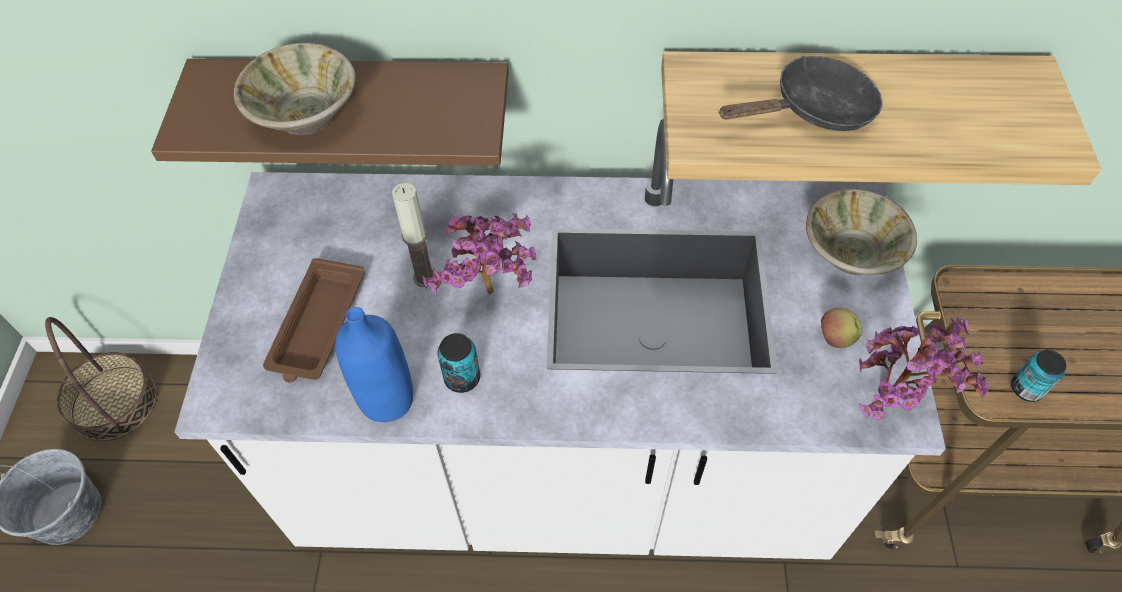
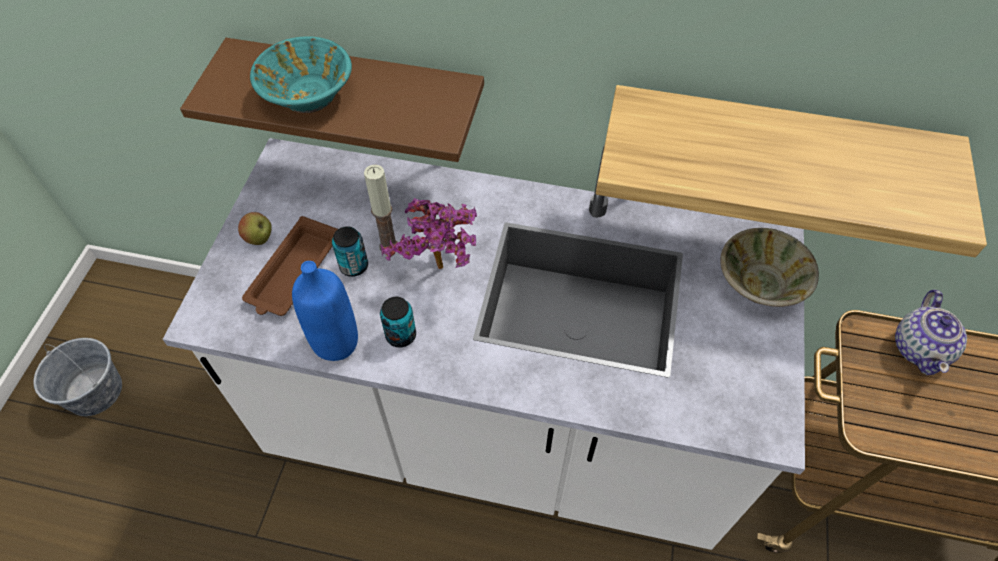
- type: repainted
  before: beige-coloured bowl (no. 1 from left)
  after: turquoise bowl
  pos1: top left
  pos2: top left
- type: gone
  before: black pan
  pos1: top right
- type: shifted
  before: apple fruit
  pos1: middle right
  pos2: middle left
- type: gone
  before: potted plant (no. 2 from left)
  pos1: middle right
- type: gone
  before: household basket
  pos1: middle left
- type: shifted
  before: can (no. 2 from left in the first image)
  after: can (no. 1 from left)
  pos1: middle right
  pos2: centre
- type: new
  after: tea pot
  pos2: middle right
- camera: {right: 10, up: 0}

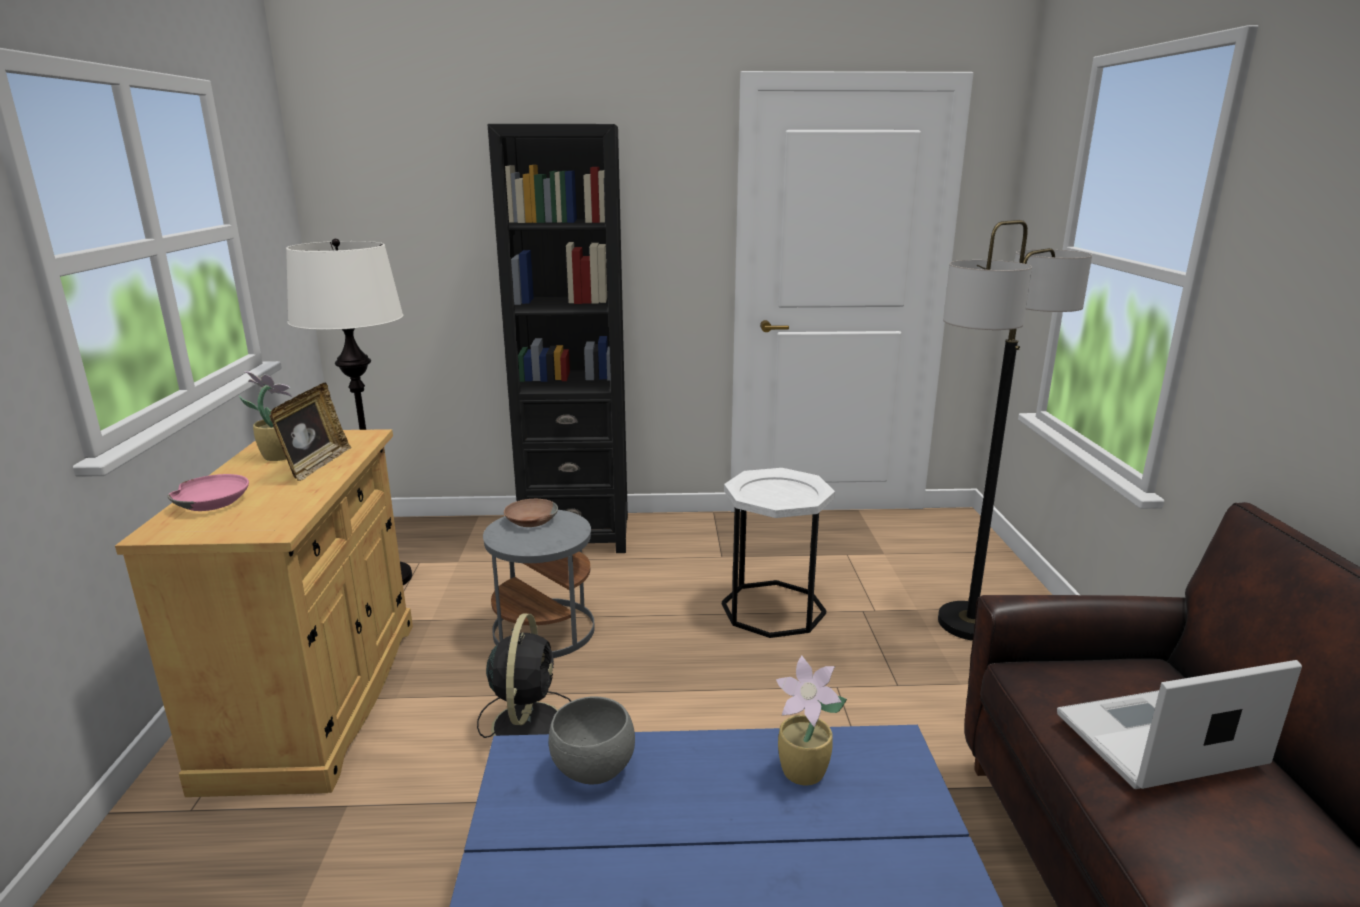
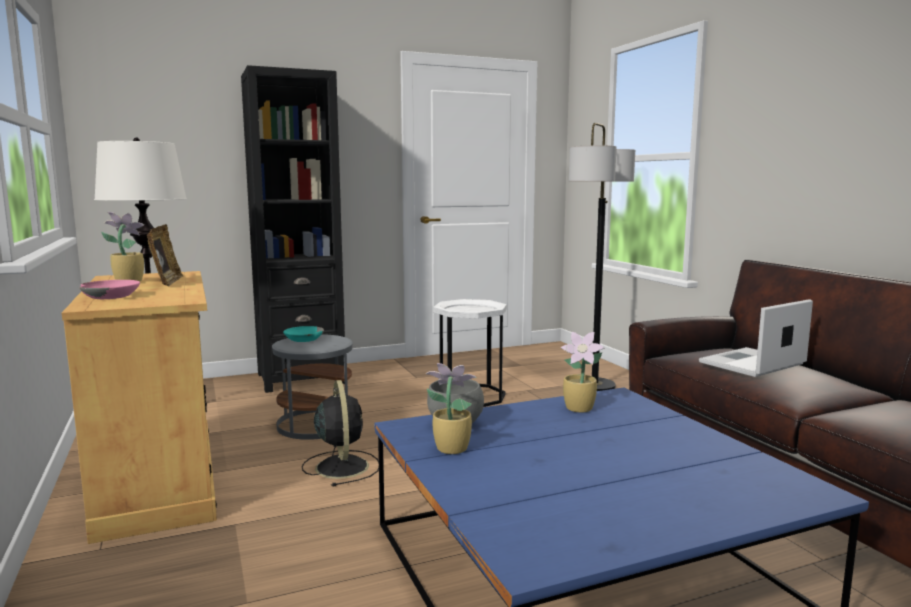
- type: repainted
  before: brownish bowl
  after: turquoise bowl
  pos1: centre
  pos2: middle left
- type: new
  after: potted plant (no. 2 from left)
  pos2: bottom centre
- camera: {right: -20, up: -10}

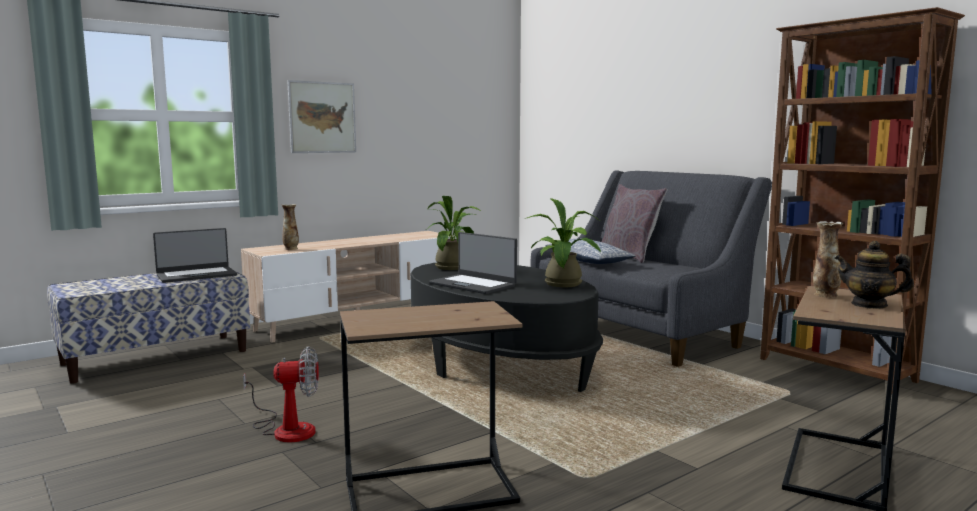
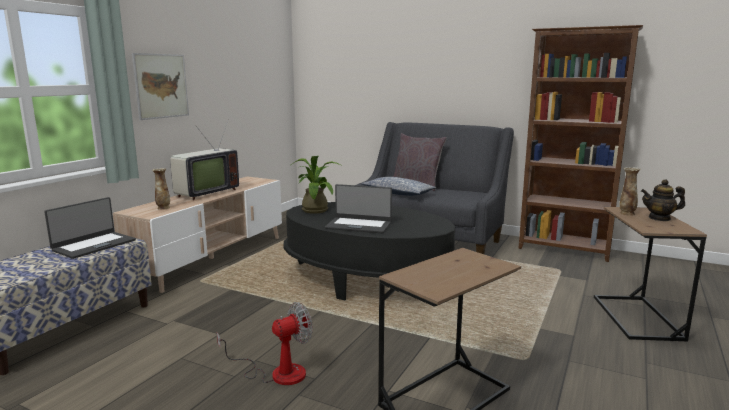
- type: gone
  before: potted plant (no. 2 from left)
  pos1: centre
- type: new
  after: TV
  pos2: middle left
- camera: {right: -25, up: 5}

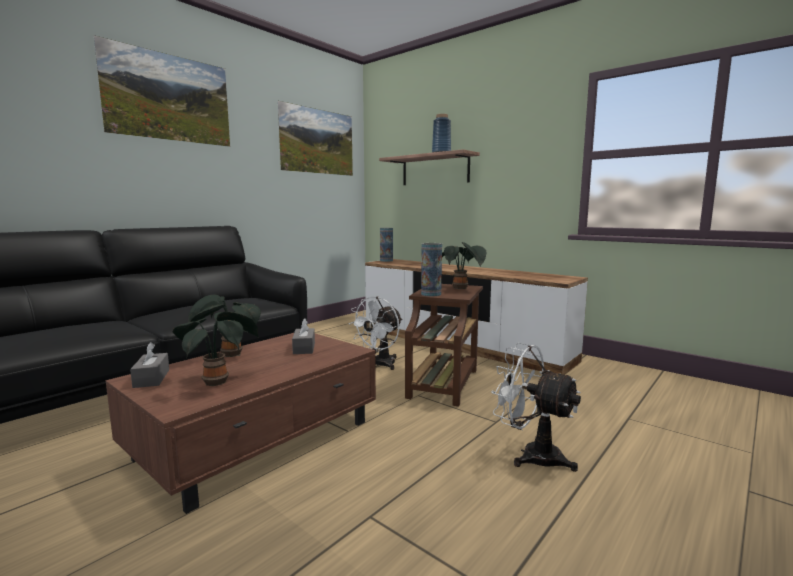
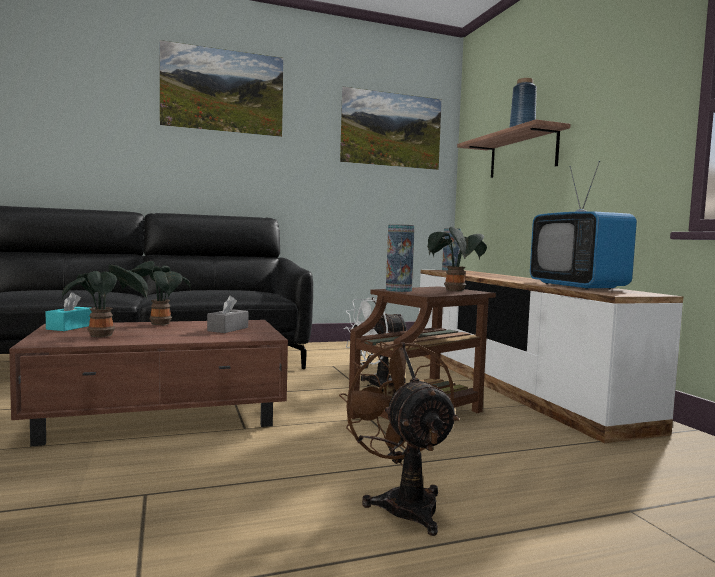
- type: repainted
  before: grey box of tissues (no. 1 from left)
  after: turquoise box of tissues
  pos1: middle left
  pos2: middle left
- type: repainted
  before: white-coloured fan (no. 2 from left)
  after: brownish fan
  pos1: bottom right
  pos2: bottom centre
- type: new
  after: TV
  pos2: middle right
- camera: {right: 30, up: -5}

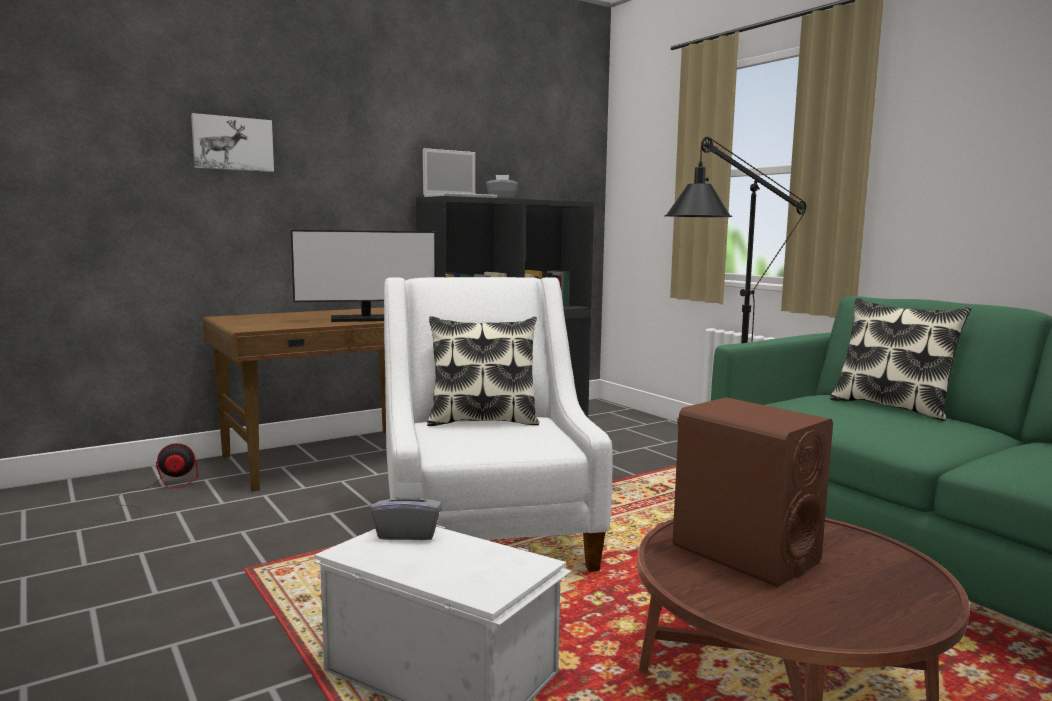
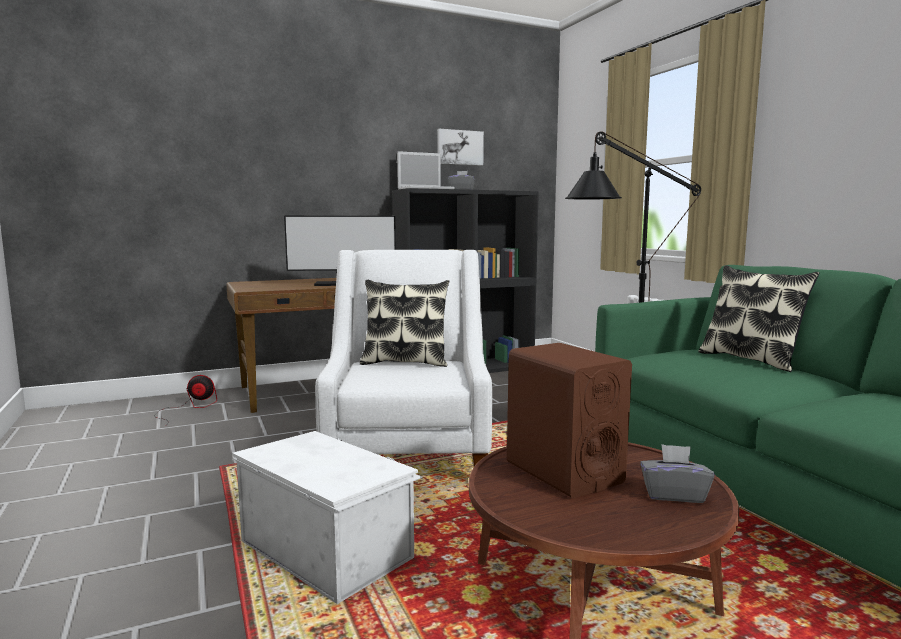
- type: shifted
  before: wall picture
  pos1: top left
  pos2: top centre
- type: shifted
  before: grey box of tissues (no. 1 from left in the first image)
  after: grey box of tissues (no. 2 from left)
  pos1: bottom centre
  pos2: bottom right
- camera: {right: 10, up: 0}

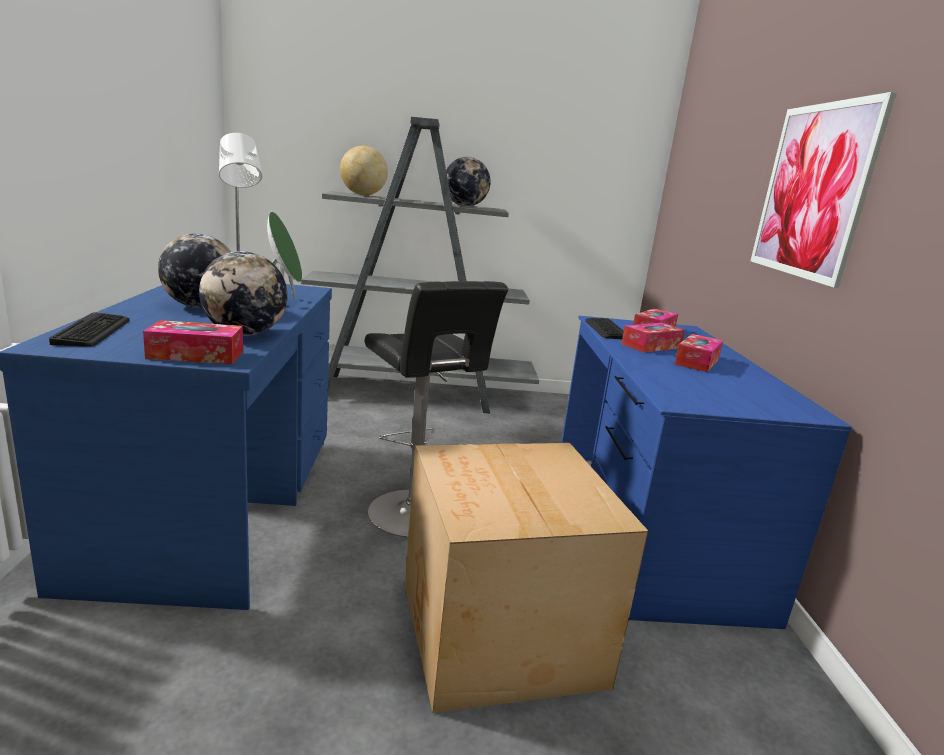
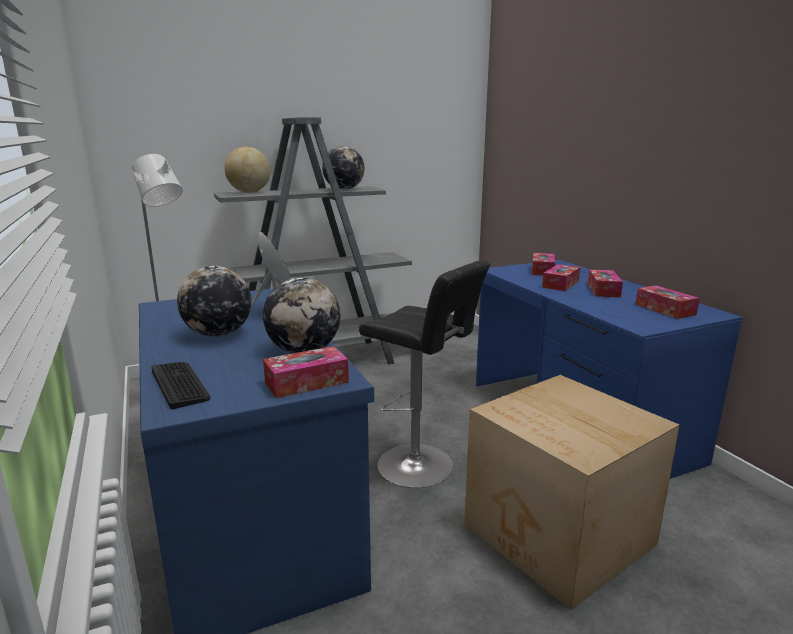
- type: gone
  before: wall picture
  pos1: top right
- type: gone
  before: PC keyboard (no. 2 from left)
  pos1: centre
- type: new
  after: box of tissues (no. 5 from left)
  pos2: middle right
- camera: {right: -20, up: 0}

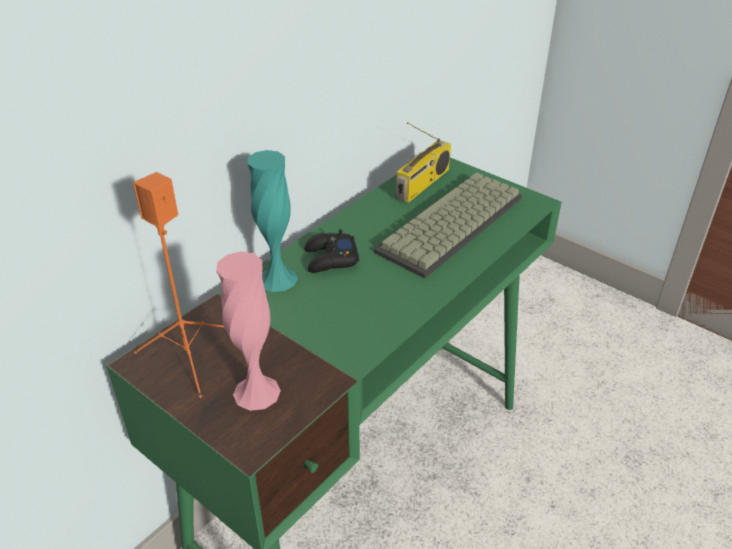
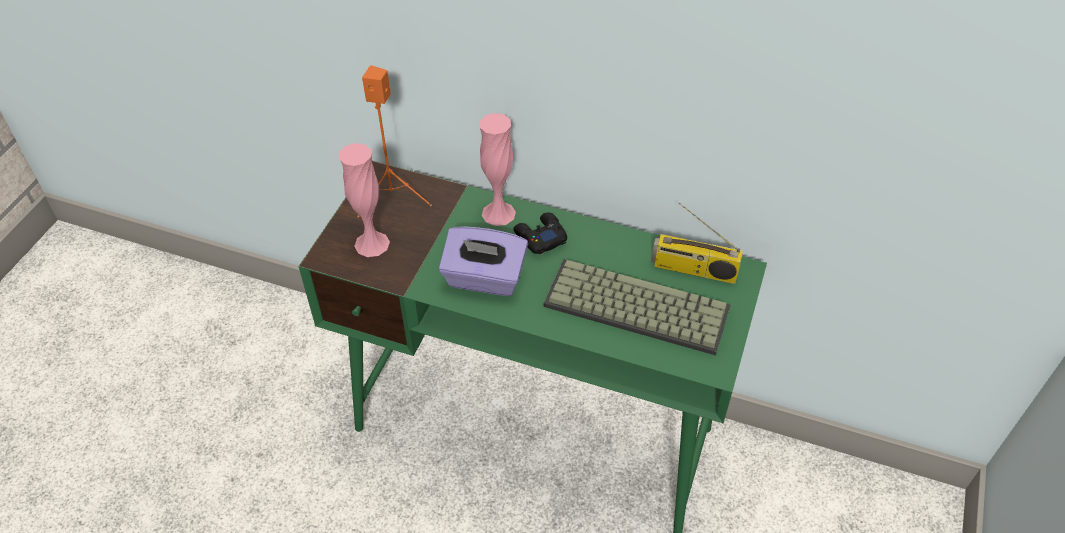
- type: repainted
  before: turquoise decorative vase
  after: pink decorative vase (no. 2 from left)
  pos1: centre
  pos2: top centre
- type: new
  after: purplish box of tissues
  pos2: centre
- camera: {right: 70, up: 10}

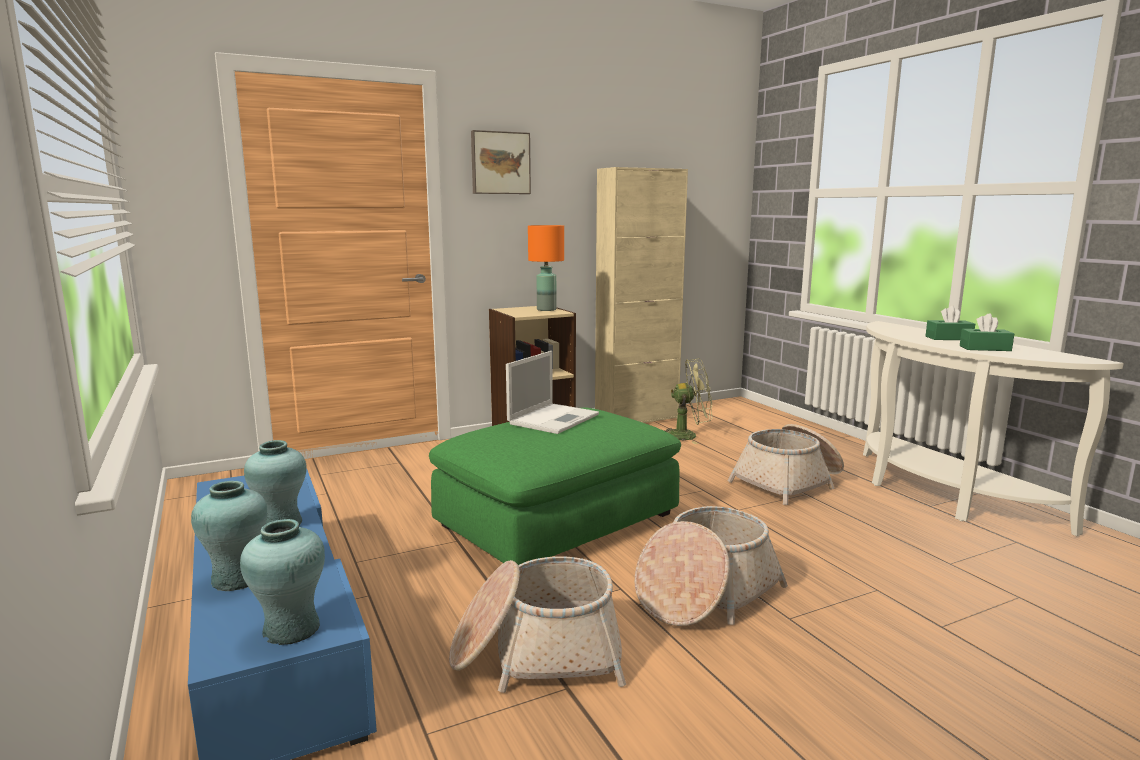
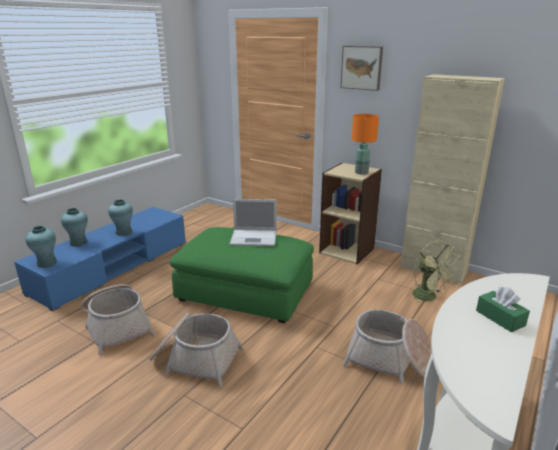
- type: gone
  before: greenish box of tissues (no. 2 from left)
  pos1: middle right
- camera: {right: 60, up: 10}

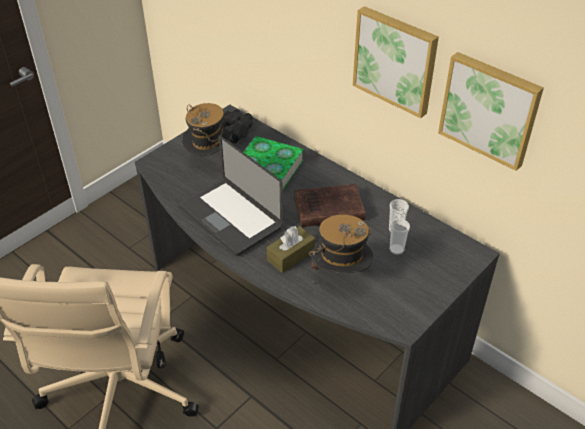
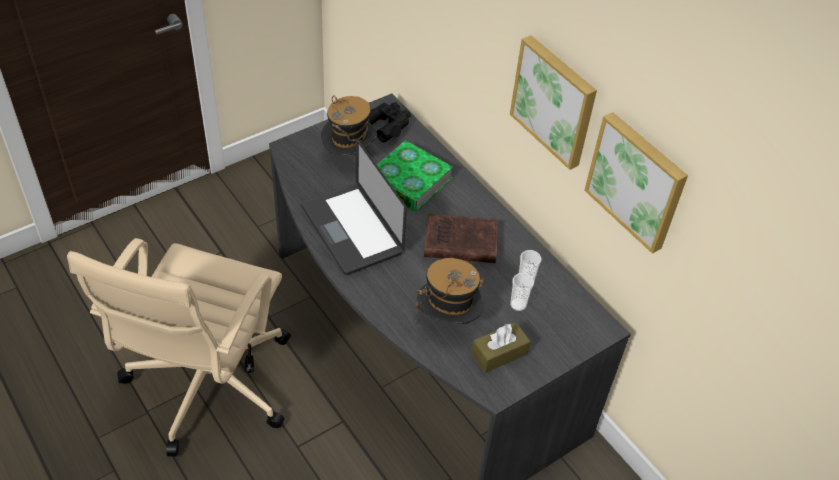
- type: shifted
  before: brownish box of tissues
  pos1: centre
  pos2: bottom centre
- camera: {right: 10, up: 5}

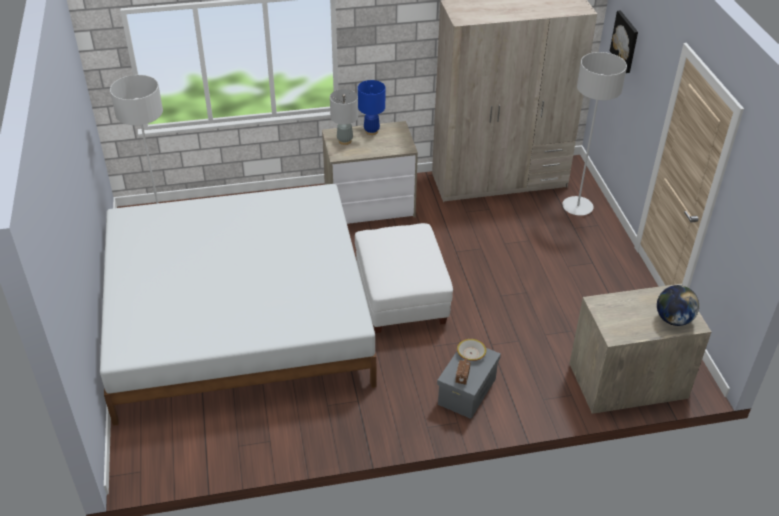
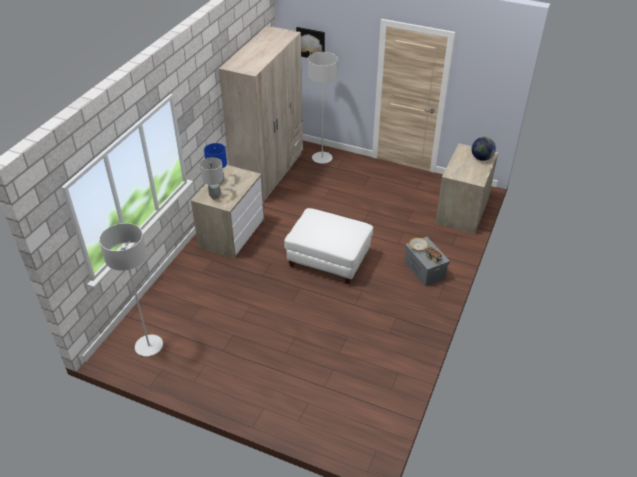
- type: gone
  before: white-coloured sleeping bed
  pos1: middle left
- camera: {right: -55, up: 0}

